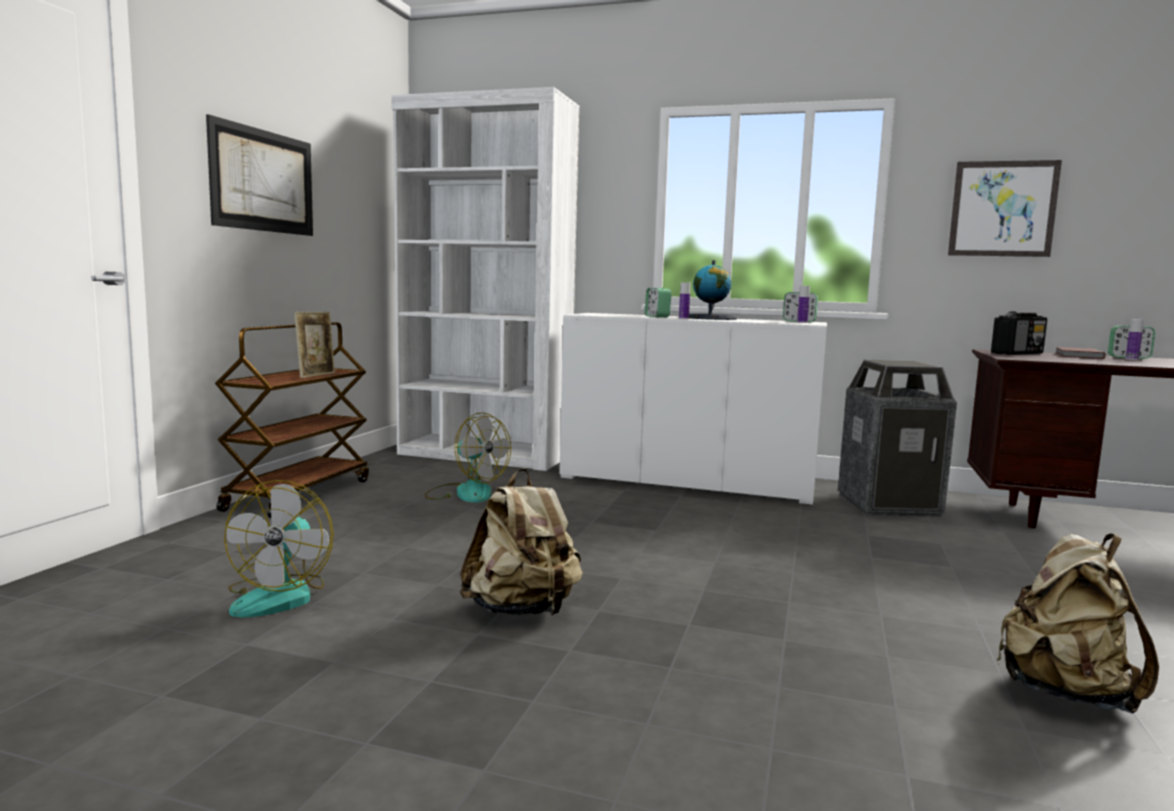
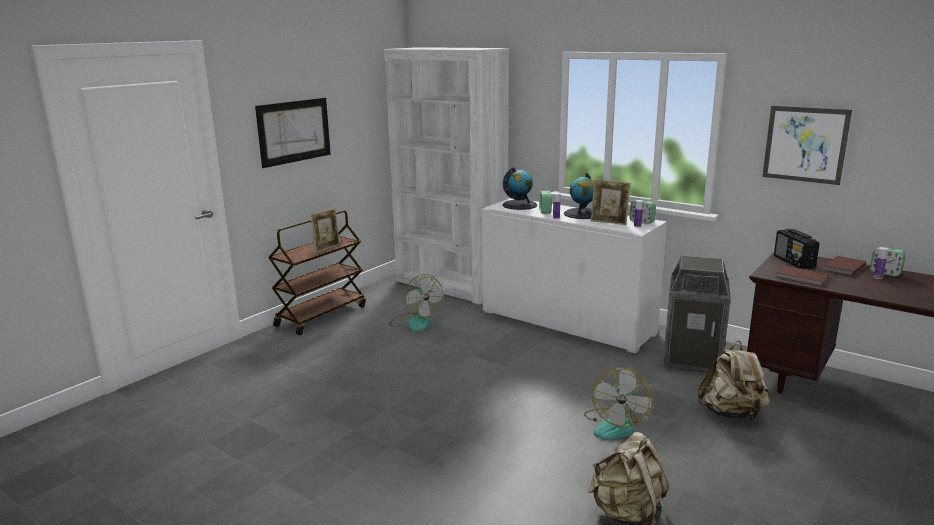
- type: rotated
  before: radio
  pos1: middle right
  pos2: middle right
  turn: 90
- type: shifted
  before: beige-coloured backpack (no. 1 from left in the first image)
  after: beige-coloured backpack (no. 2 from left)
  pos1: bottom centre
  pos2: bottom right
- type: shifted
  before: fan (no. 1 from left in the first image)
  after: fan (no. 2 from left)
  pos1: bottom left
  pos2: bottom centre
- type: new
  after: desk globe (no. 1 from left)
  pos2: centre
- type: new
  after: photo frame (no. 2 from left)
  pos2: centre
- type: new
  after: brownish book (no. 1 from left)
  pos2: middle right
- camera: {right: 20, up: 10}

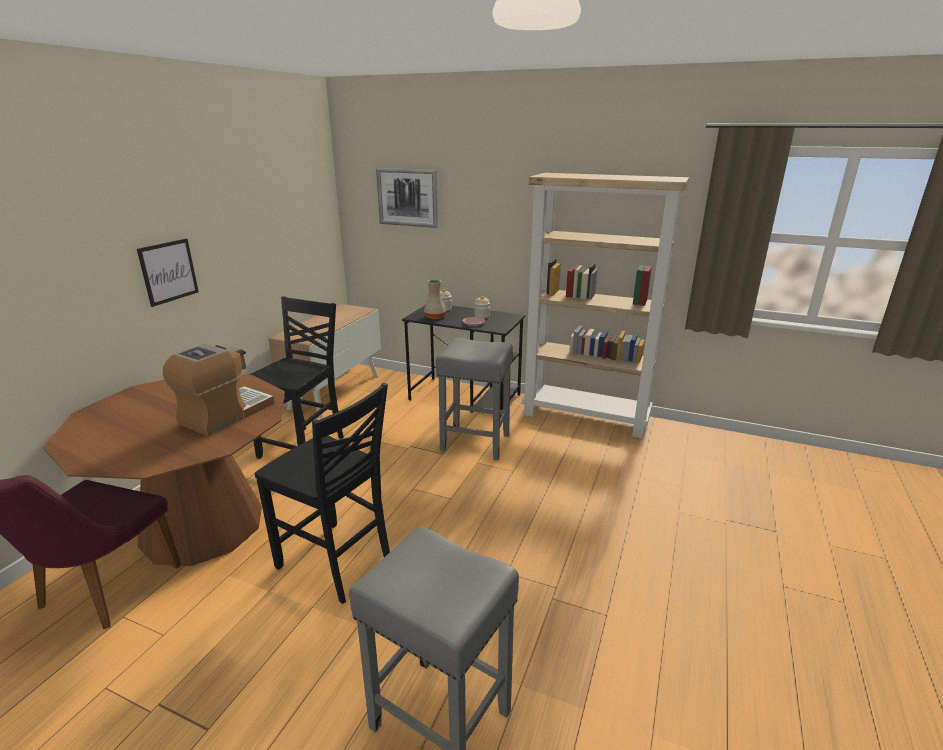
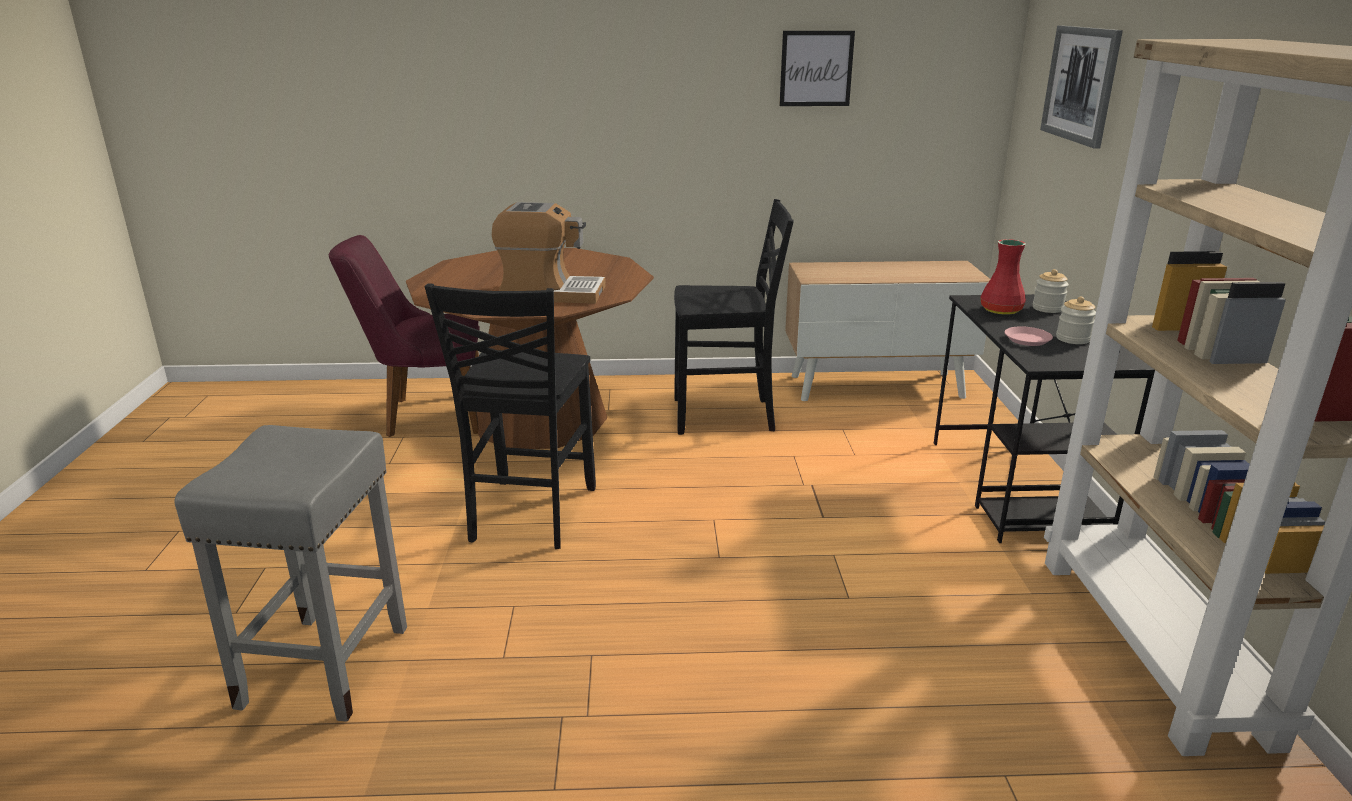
- type: shifted
  before: wall picture (no. 1 from left)
  pos1: middle left
  pos2: top centre
- type: repainted
  before: beige-coloured decorative vase
  after: red-coloured decorative vase
  pos1: centre
  pos2: middle right
- type: gone
  before: grey stool (no. 2 from left)
  pos1: centre
- camera: {right: 65, up: 0}

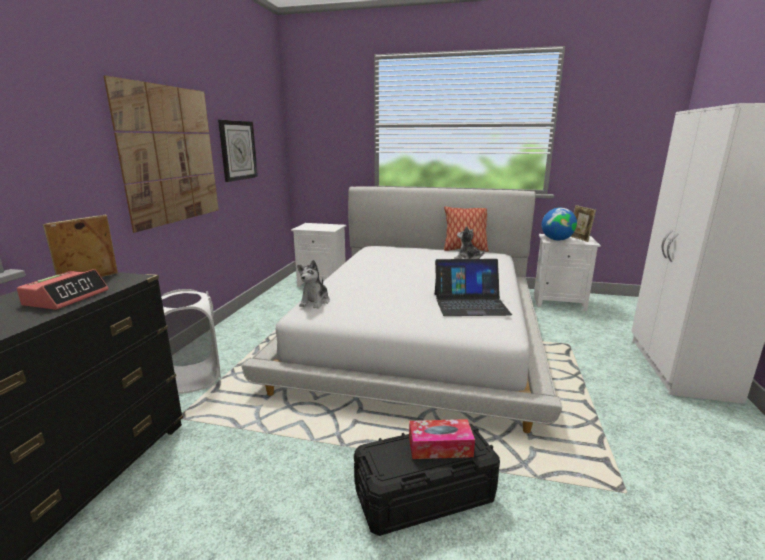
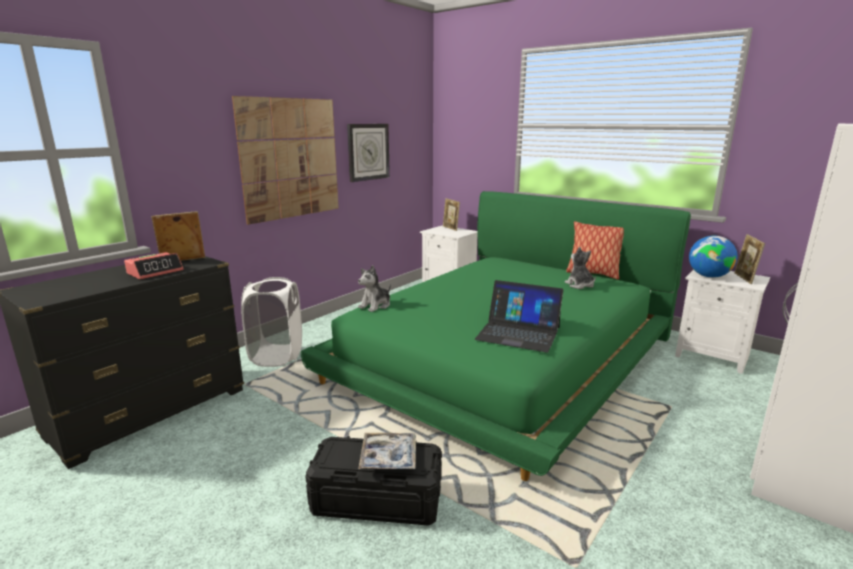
- type: repainted
  before: white-coloured sleeping bed
  after: greenish sleeping bed
  pos1: centre
  pos2: centre
- type: swapped
  before: box of tissues
  after: tray
  pos1: bottom centre
  pos2: bottom centre
- type: new
  after: photo frame (no. 2 from left)
  pos2: centre
- camera: {right: 25, up: 0}

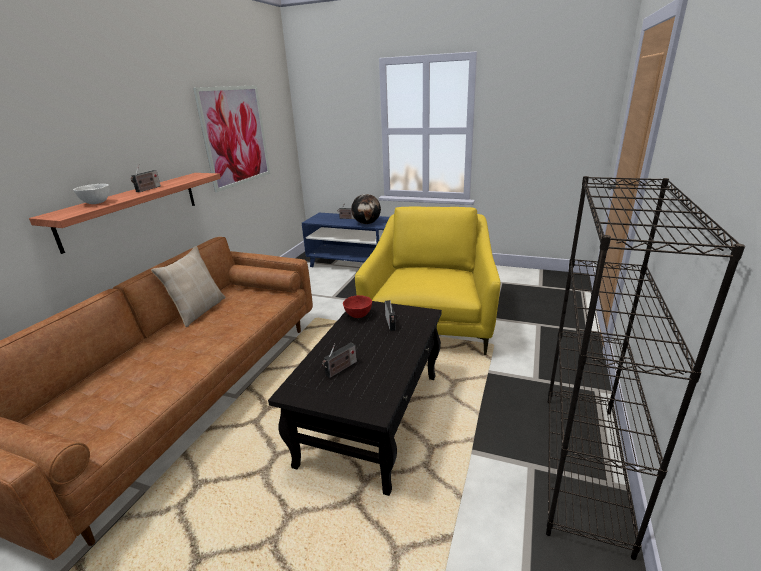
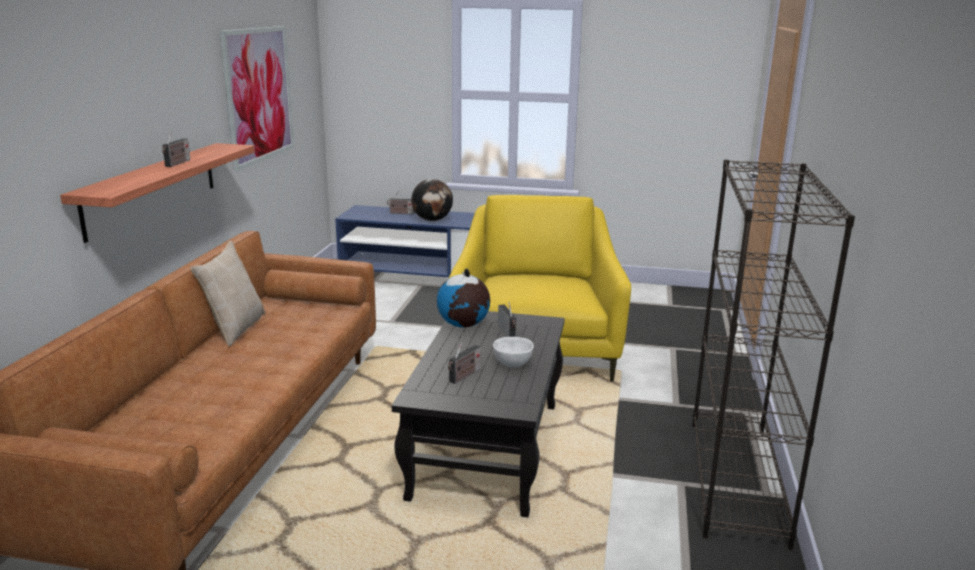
- type: shifted
  before: white-coloured bowl
  pos1: middle left
  pos2: centre
- type: swapped
  before: red-coloured bowl
  after: desk globe (no. 2 from left)
  pos1: centre
  pos2: centre
- camera: {right: -10, up: -5}

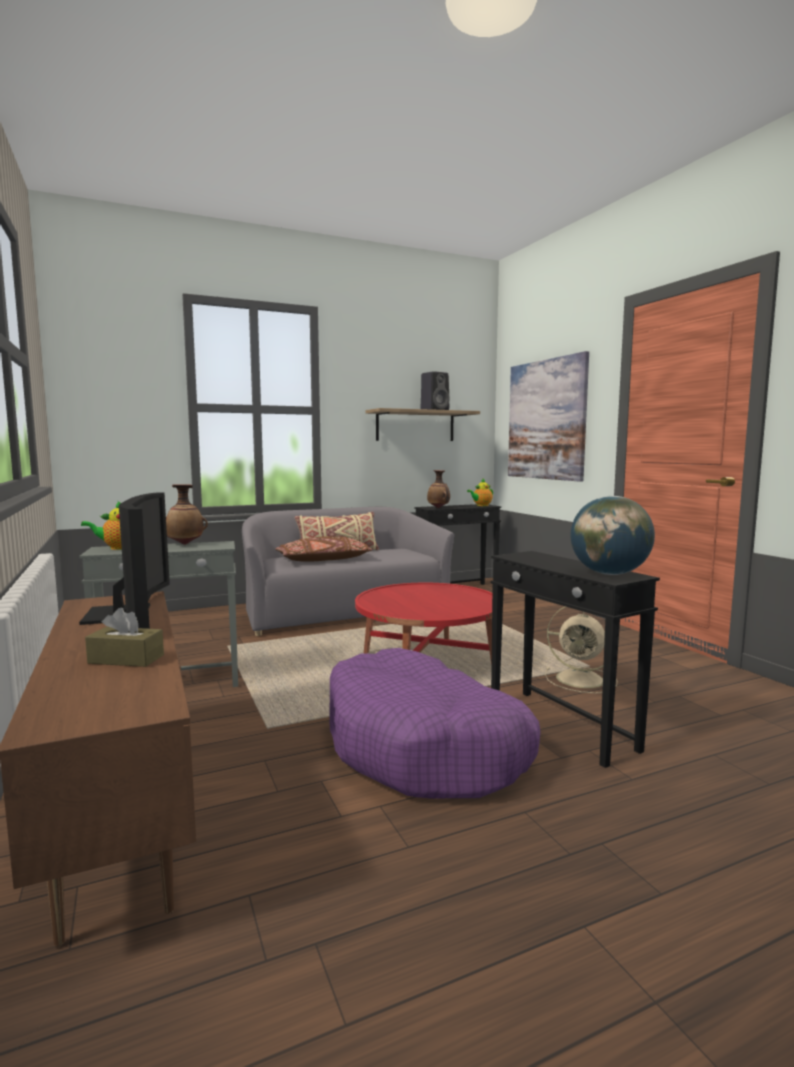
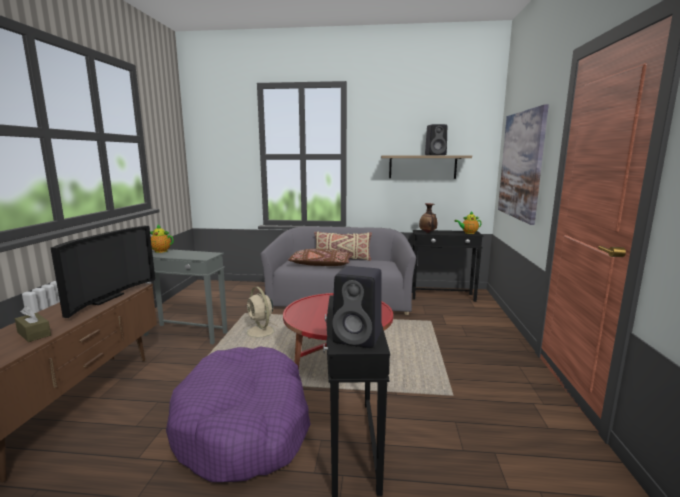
- type: gone
  before: decorative vase (no. 1 from left)
  pos1: middle left
- type: swapped
  before: desk globe
  after: black speaker (no. 1 from left)
  pos1: middle right
  pos2: centre
- type: shifted
  before: beige-coloured fan
  pos1: middle right
  pos2: centre
- camera: {right: 30, up: 5}

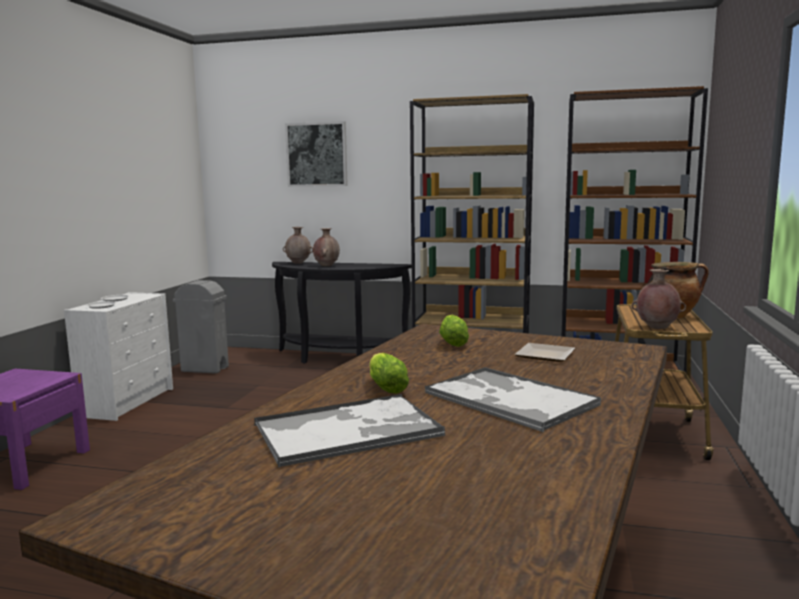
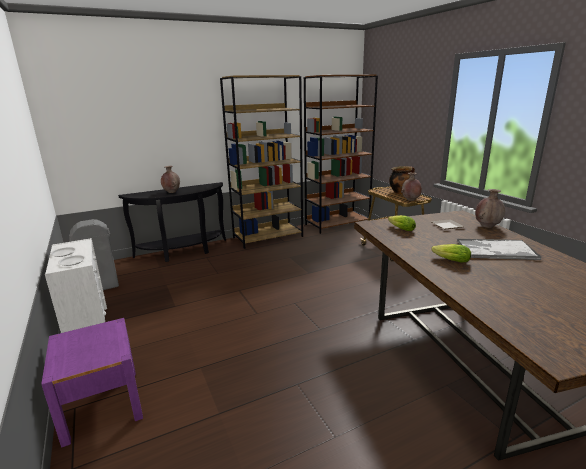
- type: gone
  before: wall picture
  pos1: top centre
- type: shifted
  before: brownish decorative vase (no. 1 from left in the first image)
  after: brownish decorative vase (no. 3 from left)
  pos1: centre
  pos2: middle right
- type: gone
  before: tray (no. 1 from left)
  pos1: bottom centre
- camera: {right: -40, up: 10}

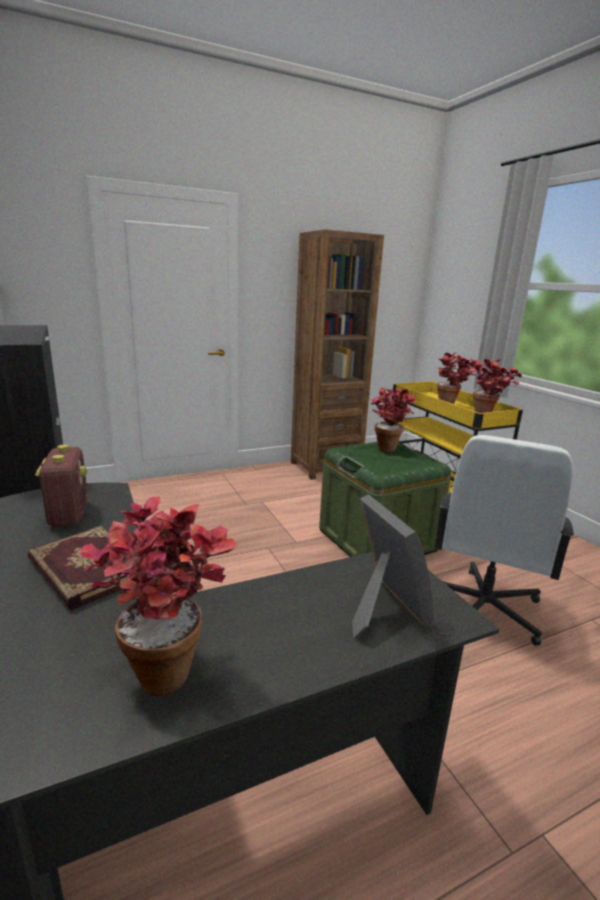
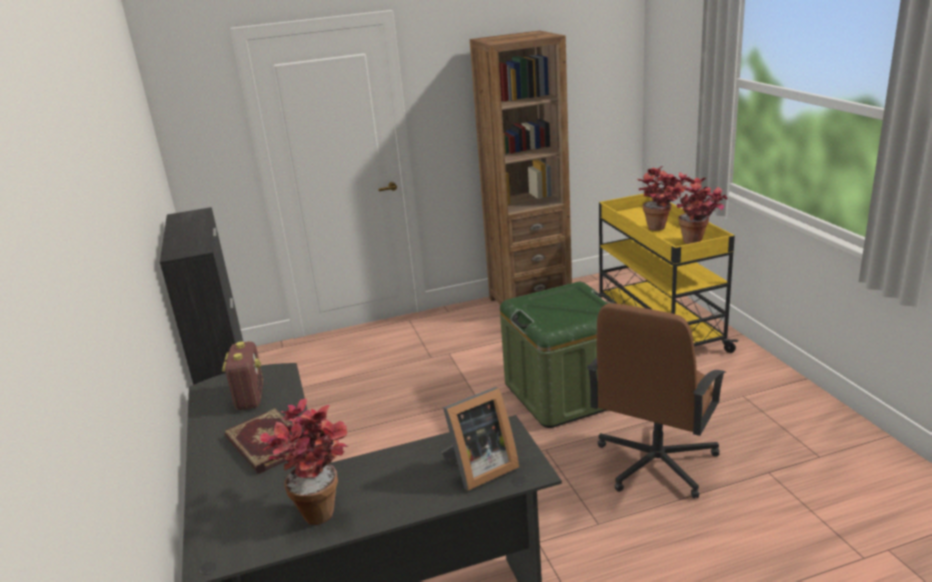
- type: gone
  before: potted plant (no. 2 from left)
  pos1: centre
- type: repainted
  before: white-coloured desk chair
  after: brownish desk chair
  pos1: middle right
  pos2: bottom right
- type: rotated
  before: photo frame
  pos1: centre
  pos2: bottom centre
  turn: 75
- camera: {right: 10, up: 5}

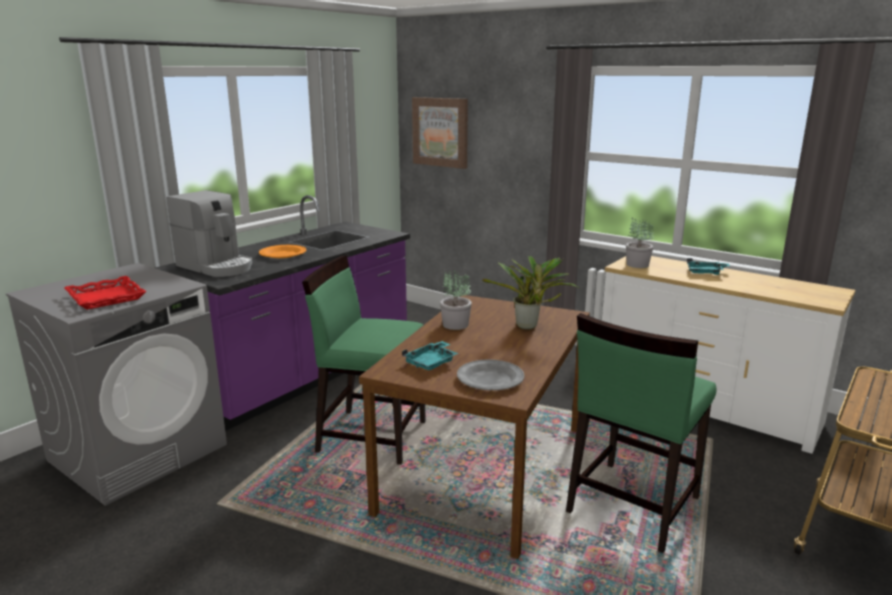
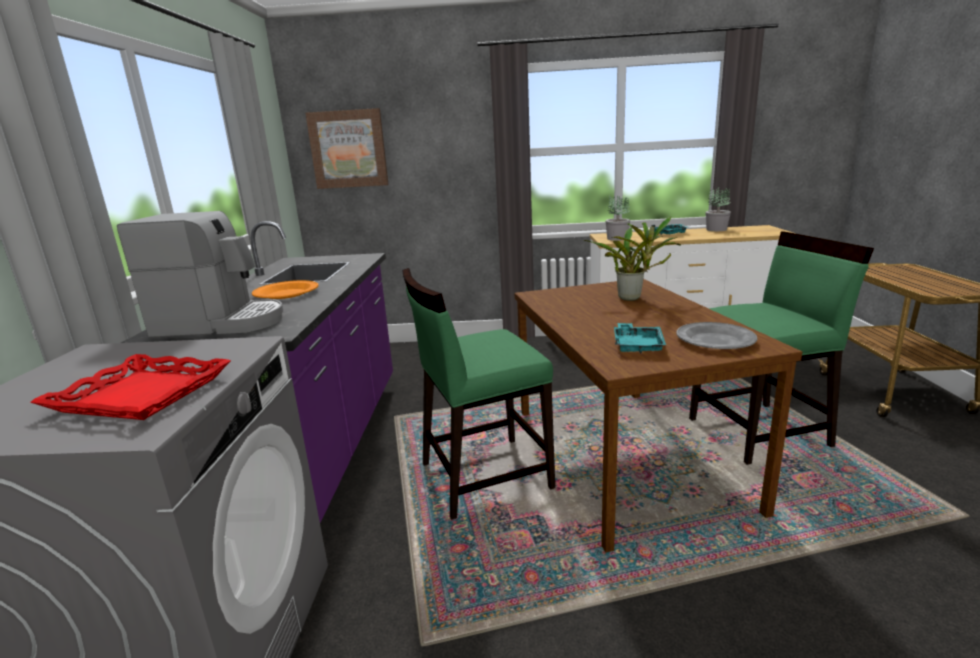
- type: shifted
  before: potted plant (no. 1 from left in the first image)
  after: potted plant (no. 3 from left)
  pos1: centre
  pos2: top right
- type: rotated
  before: greenish plain chair (no. 2 from left)
  pos1: bottom right
  pos2: middle right
  turn: -105
- camera: {right: -35, up: 0}

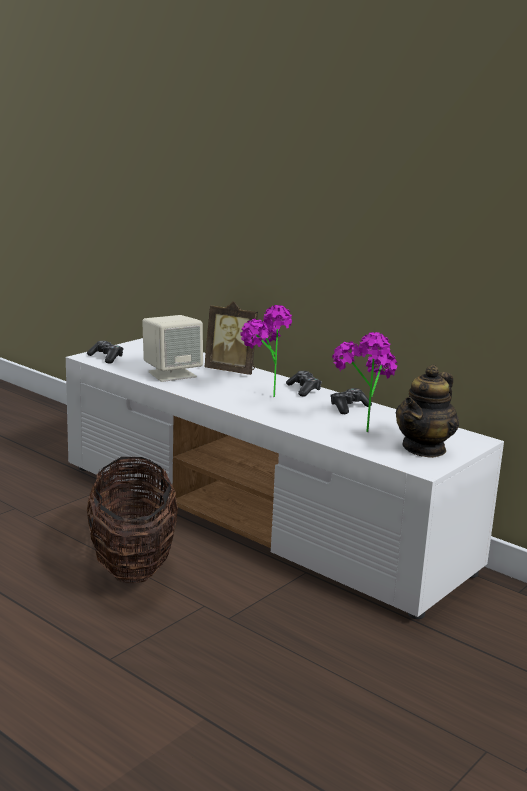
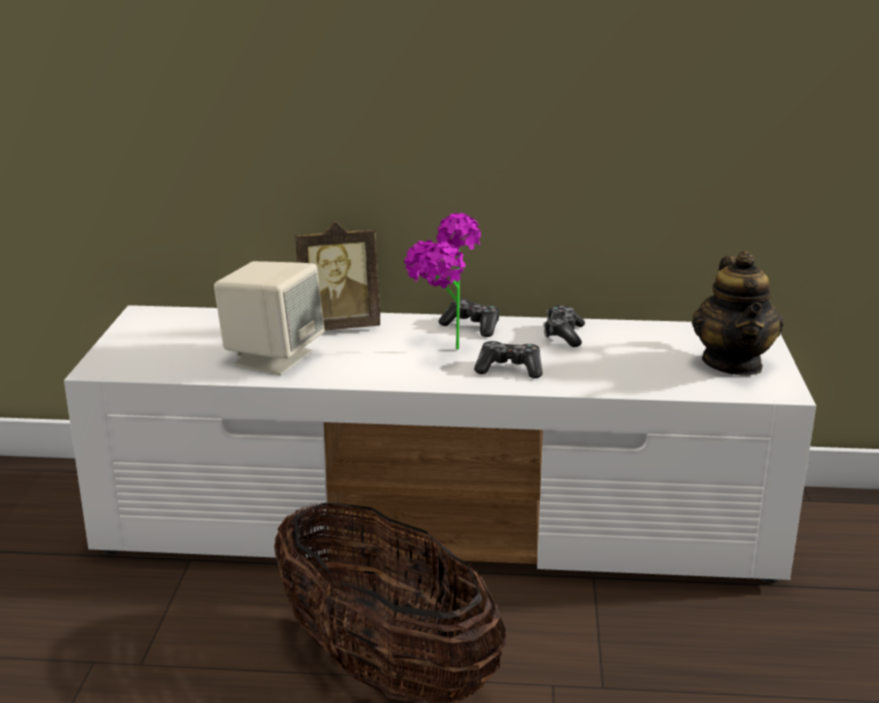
- type: gone
  before: potted plant (no. 2 from left)
  pos1: middle right
- type: shifted
  before: gamepad (no. 1 from left in the first image)
  after: gamepad (no. 2 from left)
  pos1: middle left
  pos2: centre
- camera: {right: -35, up: 5}

